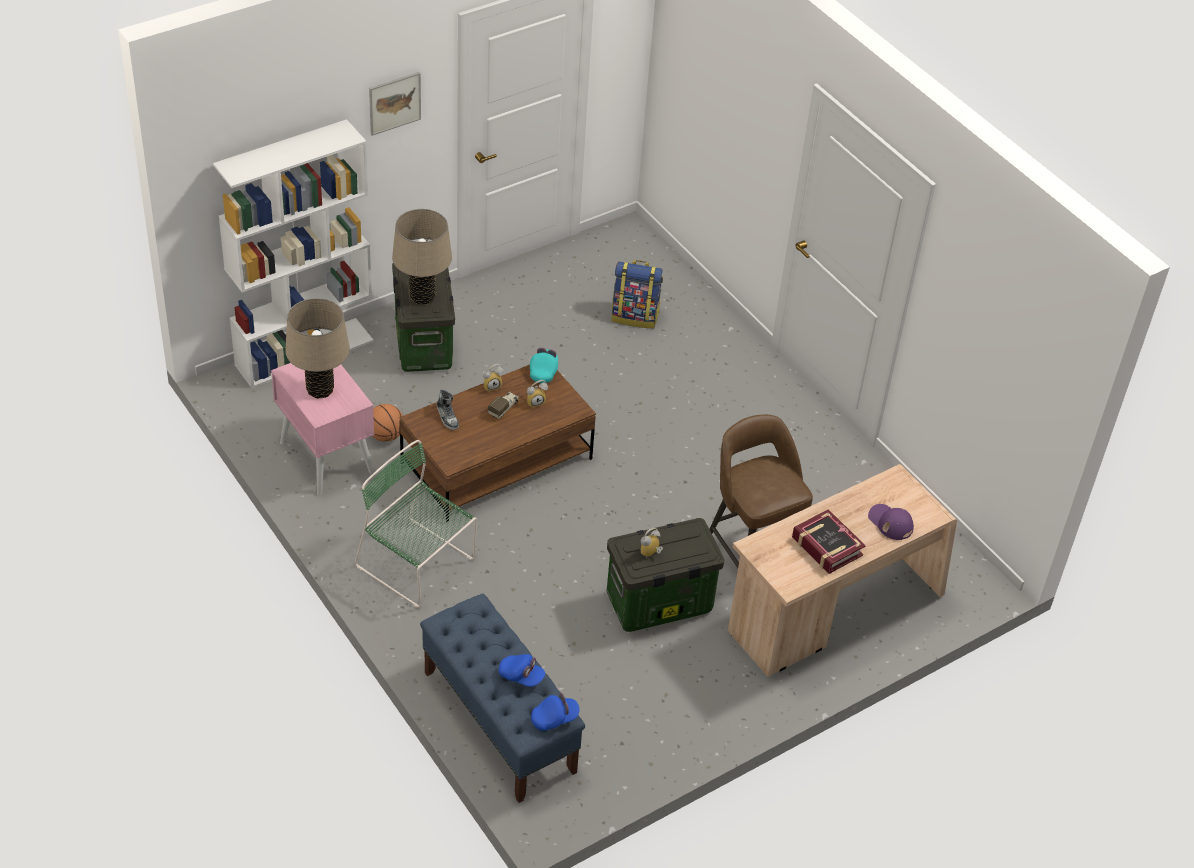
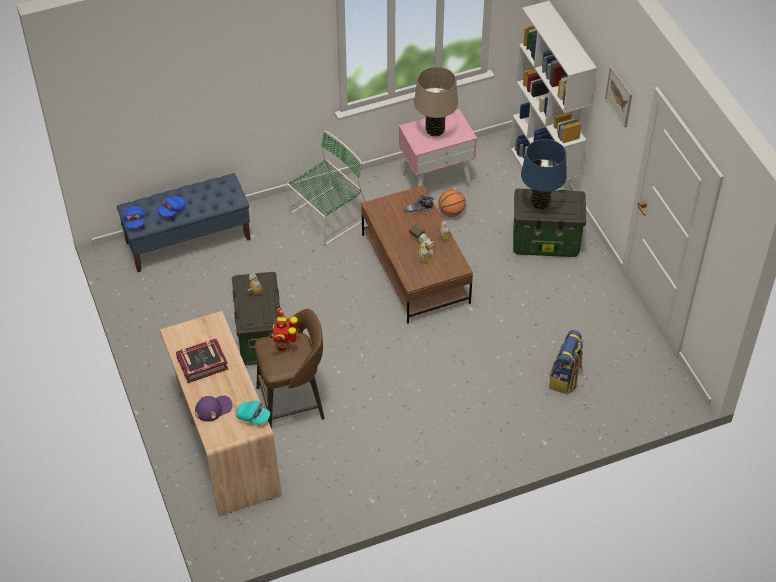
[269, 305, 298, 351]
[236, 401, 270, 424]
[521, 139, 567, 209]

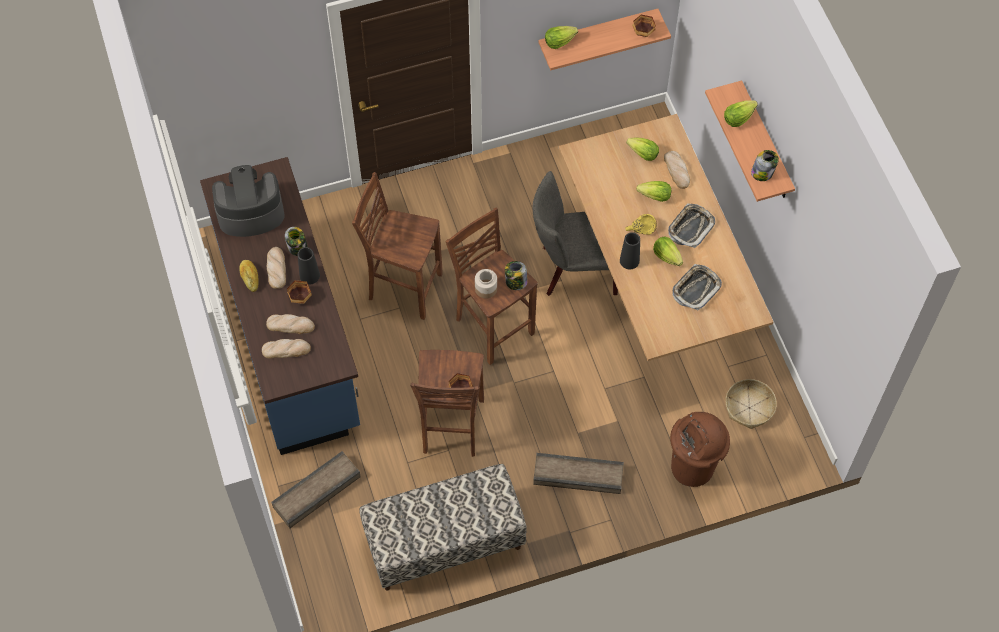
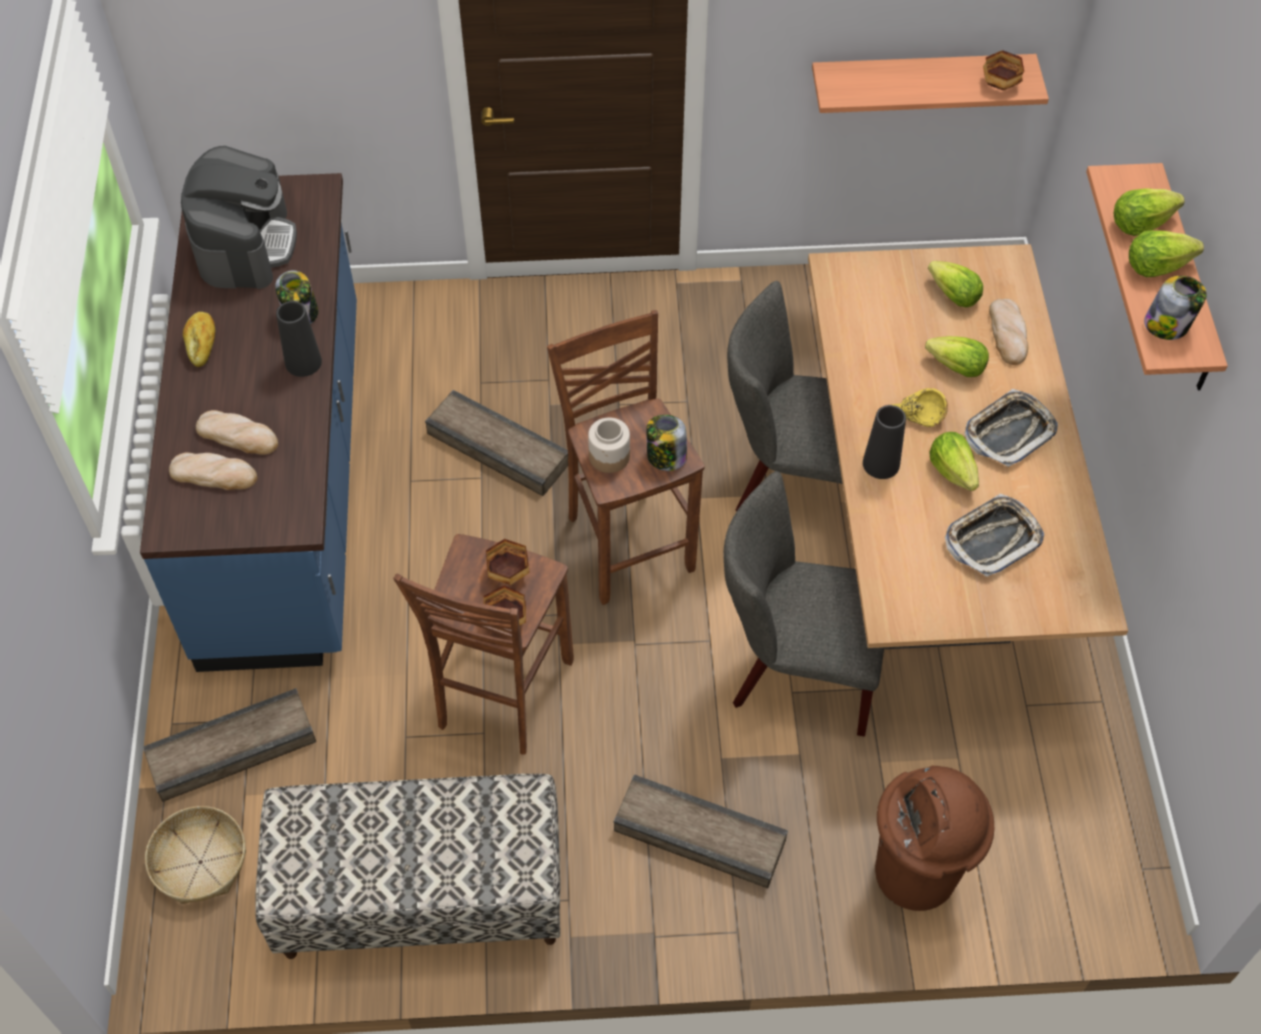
[267, 247, 286, 289] (first image)
[724, 471, 885, 737]
[486, 539, 530, 585]
[1129, 230, 1204, 277]
[145, 806, 246, 904]
[425, 390, 568, 496]
[181, 146, 297, 289]

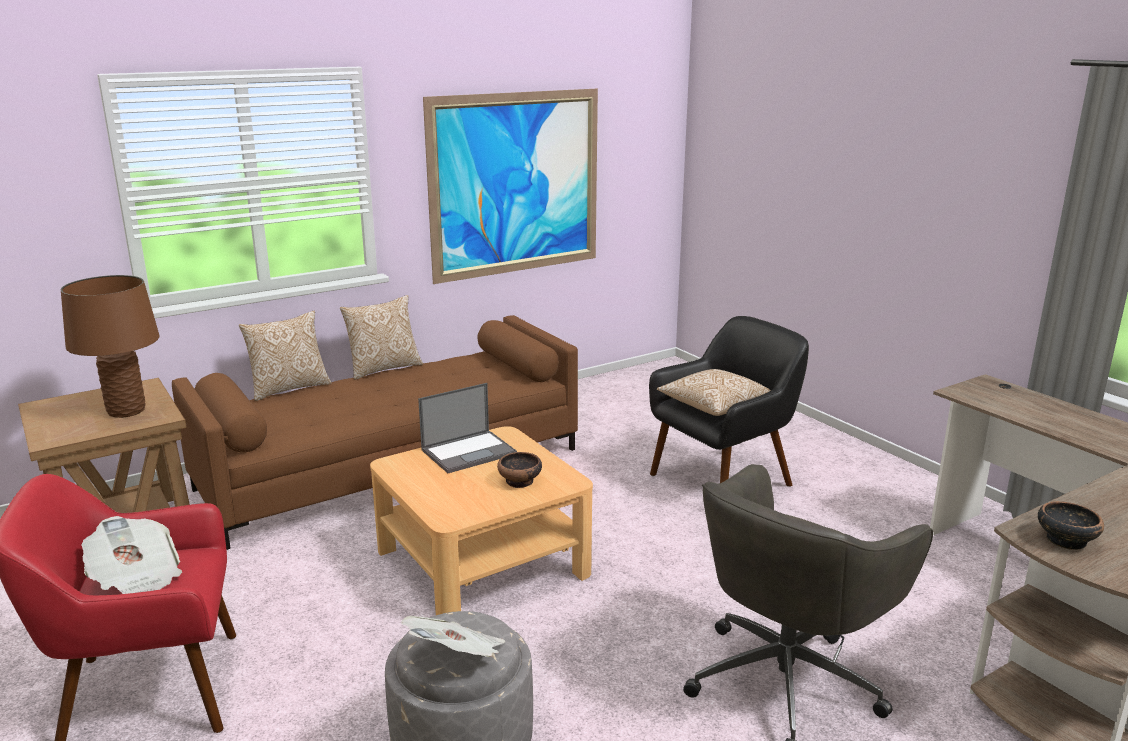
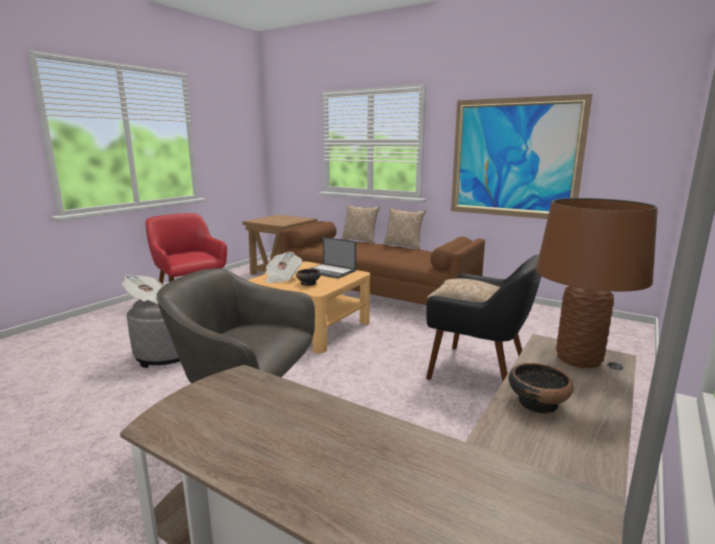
[536, 198, 658, 368]
[265, 252, 302, 283]
[509, 363, 574, 414]

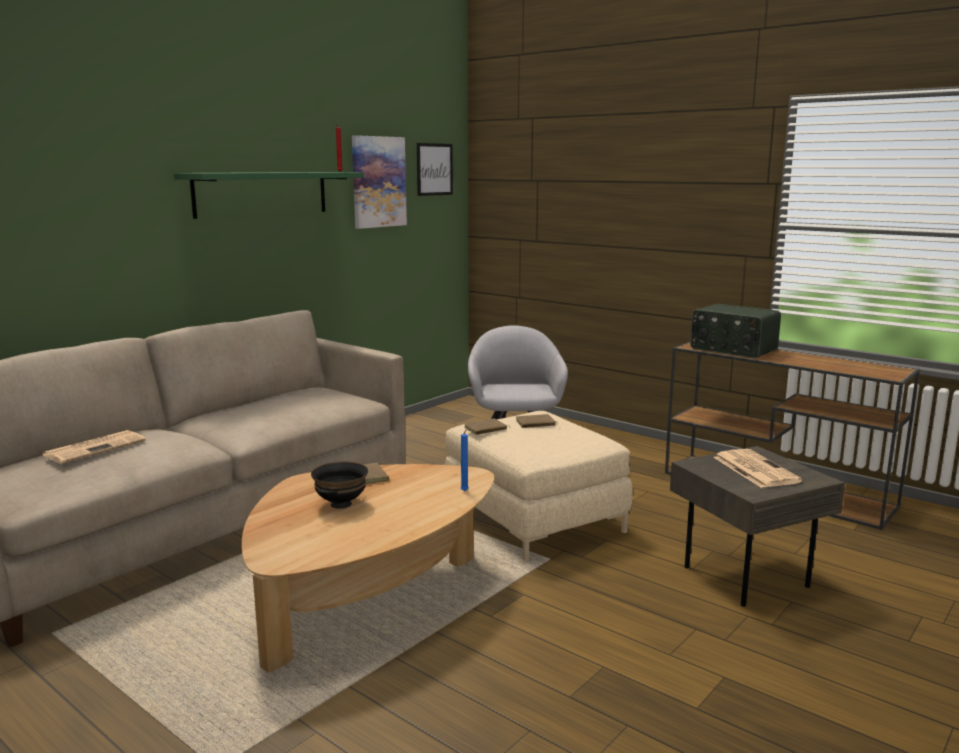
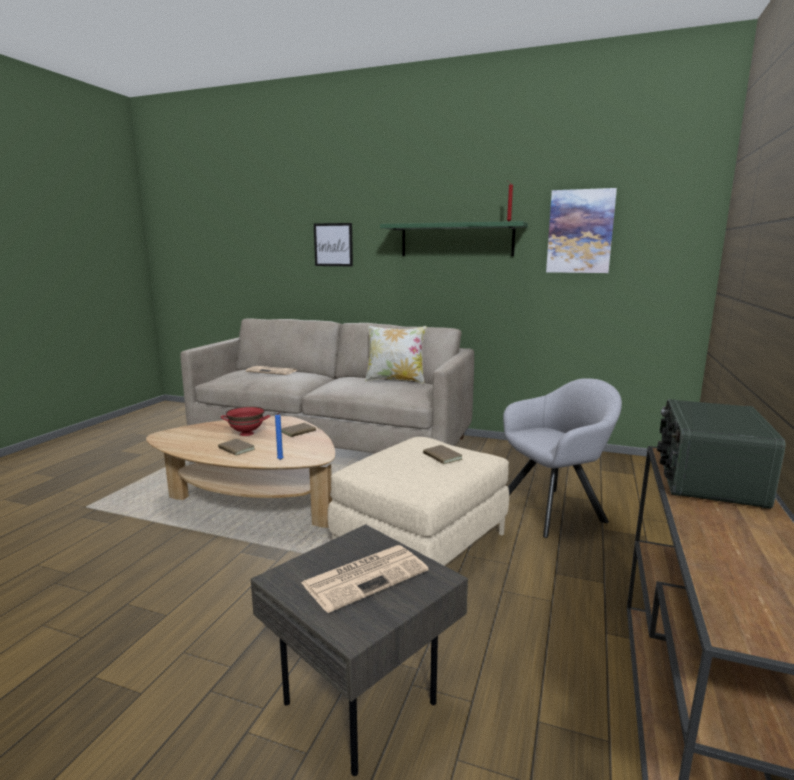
[365, 325, 426, 384]
[314, 223, 353, 266]
[218, 439, 255, 456]
[221, 406, 270, 436]

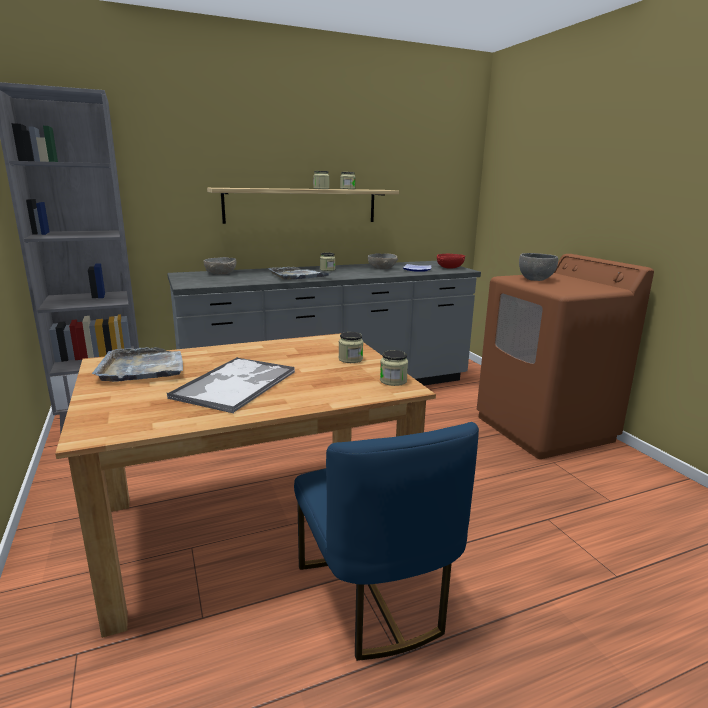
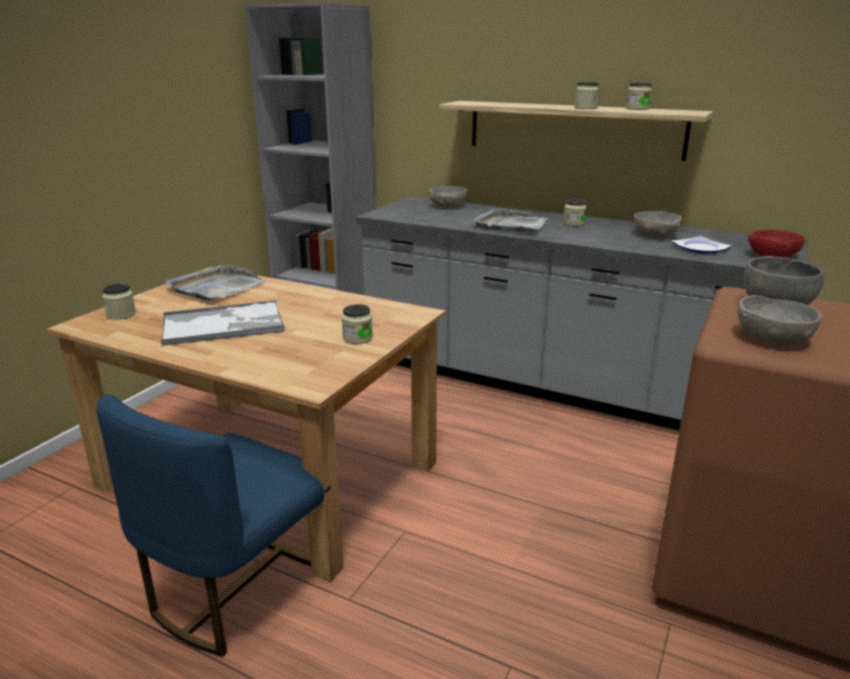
[737, 295, 822, 345]
[102, 283, 136, 319]

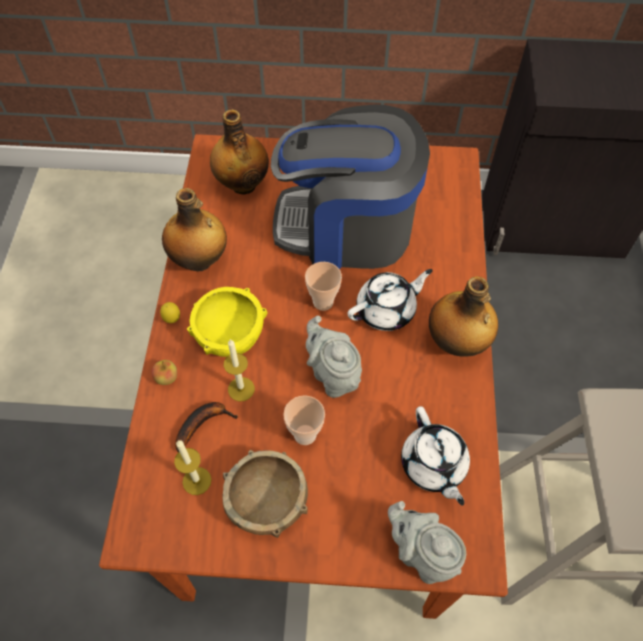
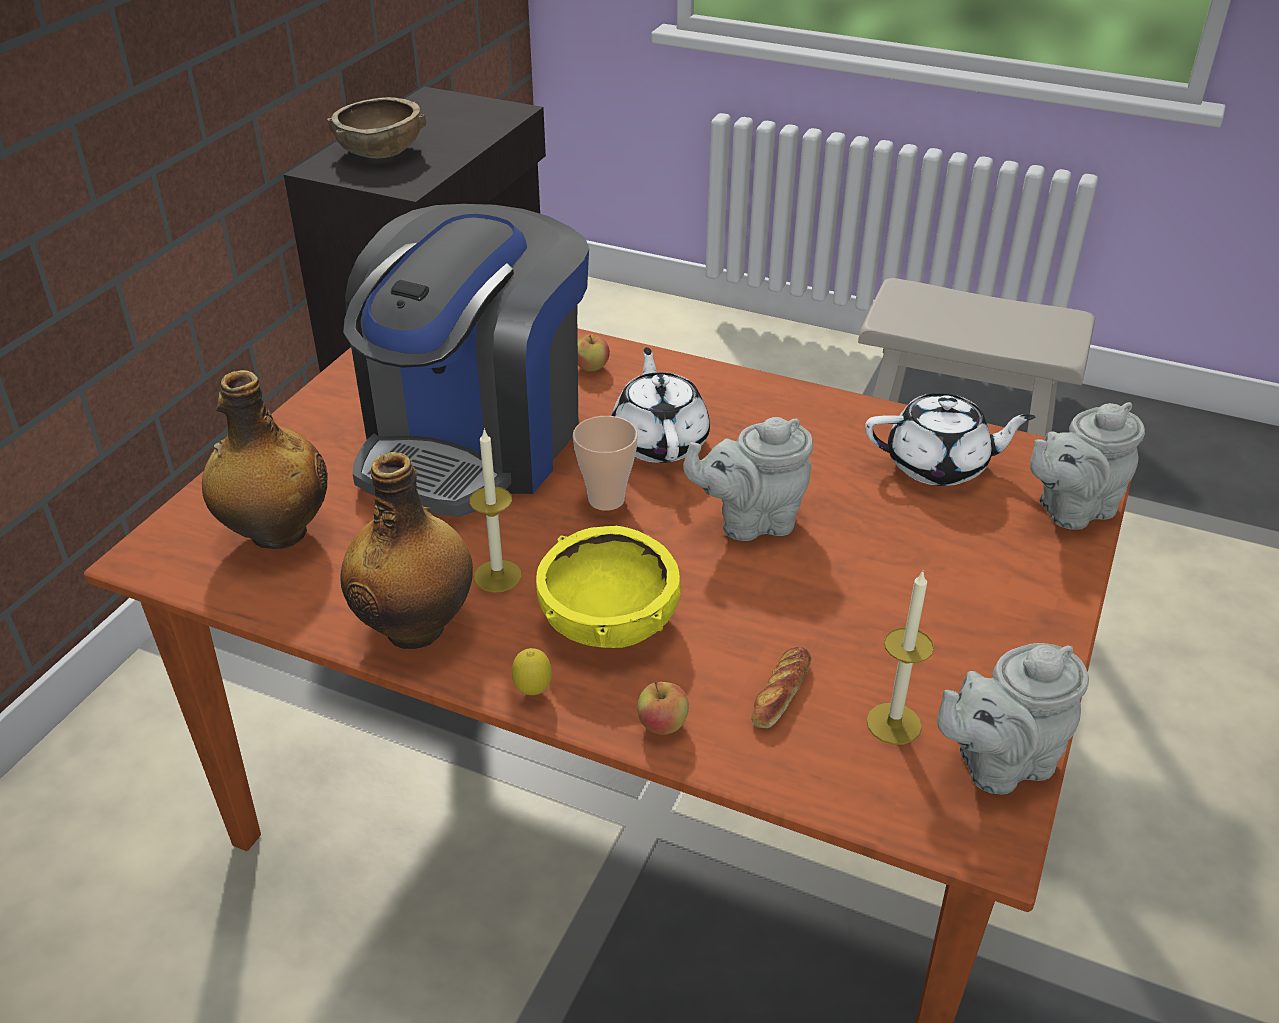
[283, 395, 325, 445] (first image)
[429, 276, 498, 357] (first image)
[578, 335, 610, 371]
[937, 643, 1089, 794]
[327, 97, 426, 158]
[470, 428, 522, 593]
[751, 647, 811, 728]

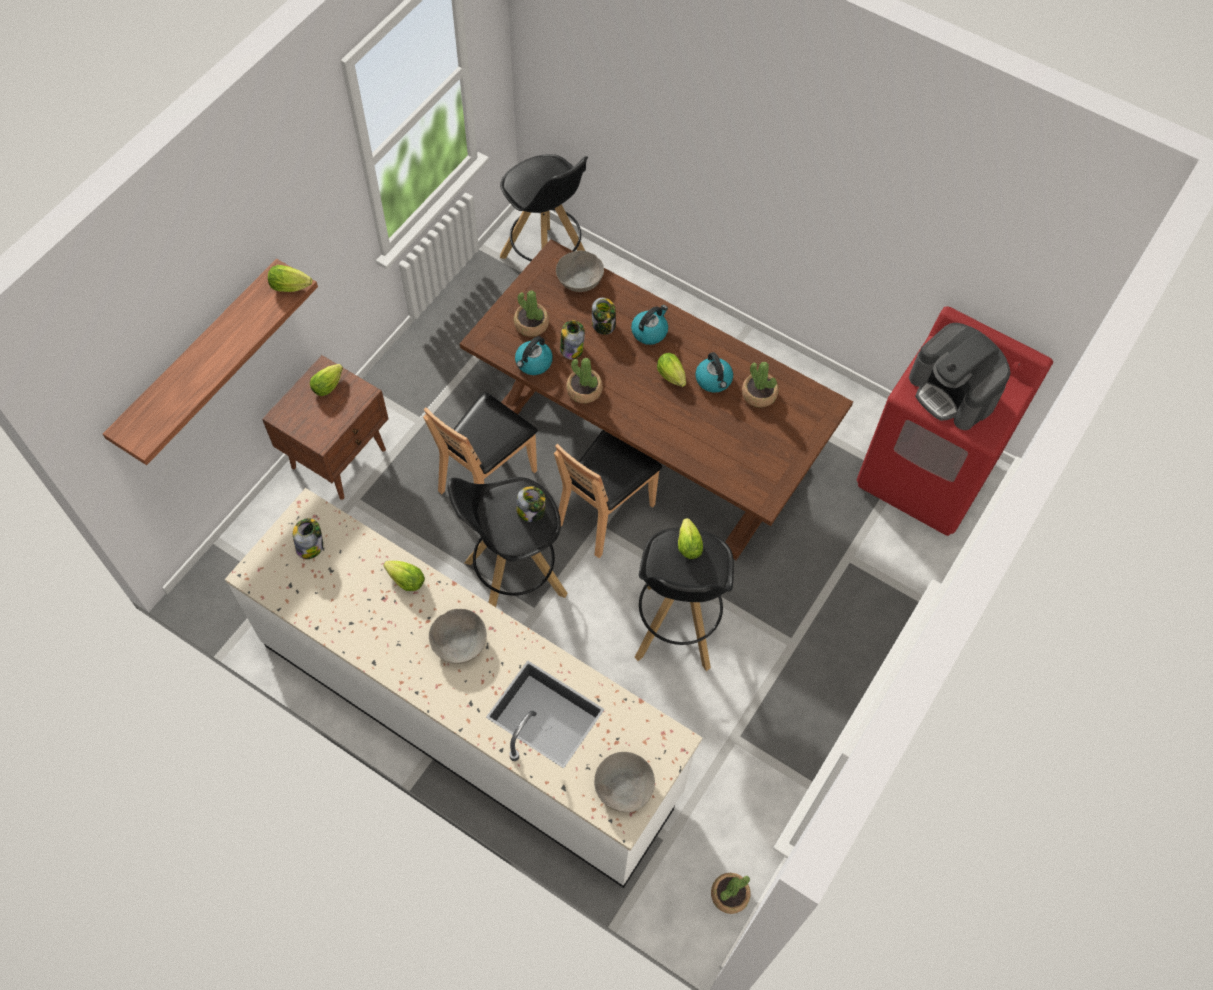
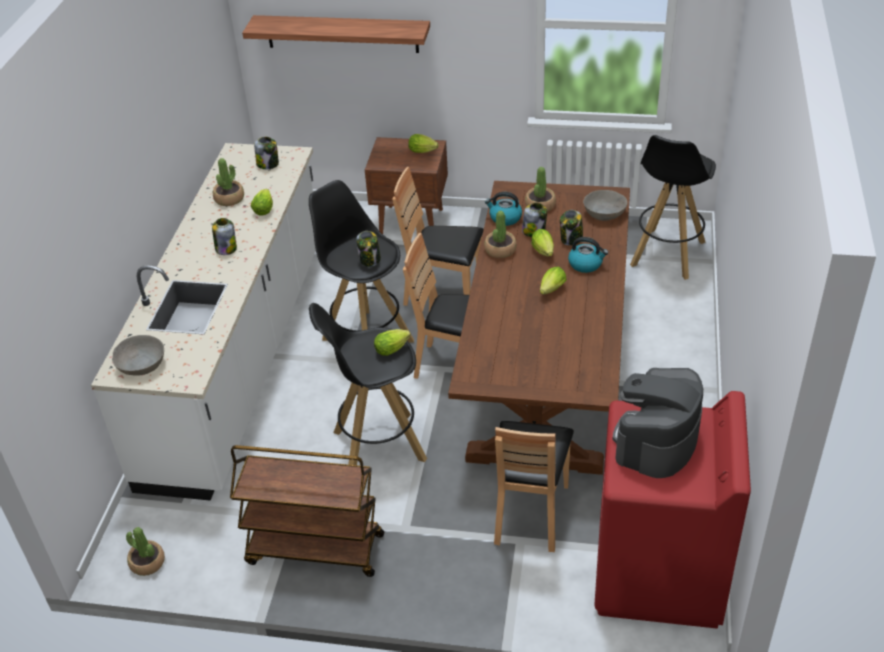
[696, 352, 733, 393] (first image)
[230, 445, 384, 577]
[494, 421, 574, 552]
[531, 229, 554, 257]
[213, 158, 244, 206]
[212, 218, 237, 255]

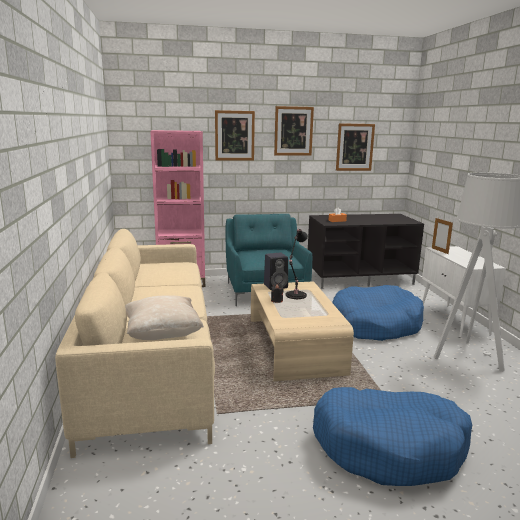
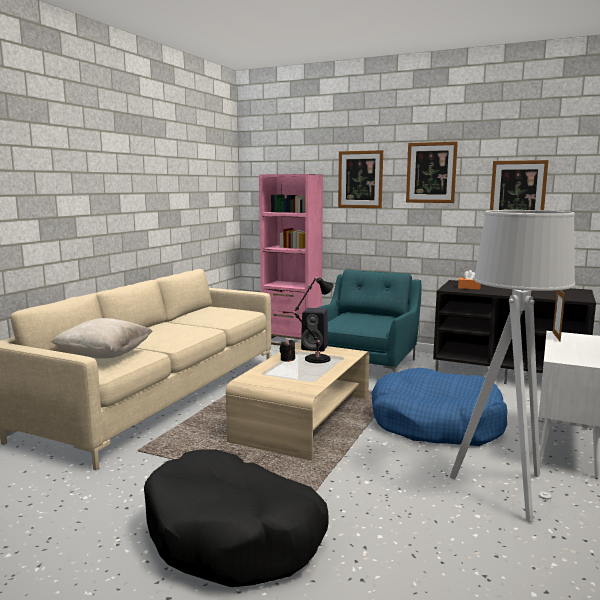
[144, 449, 329, 587]

